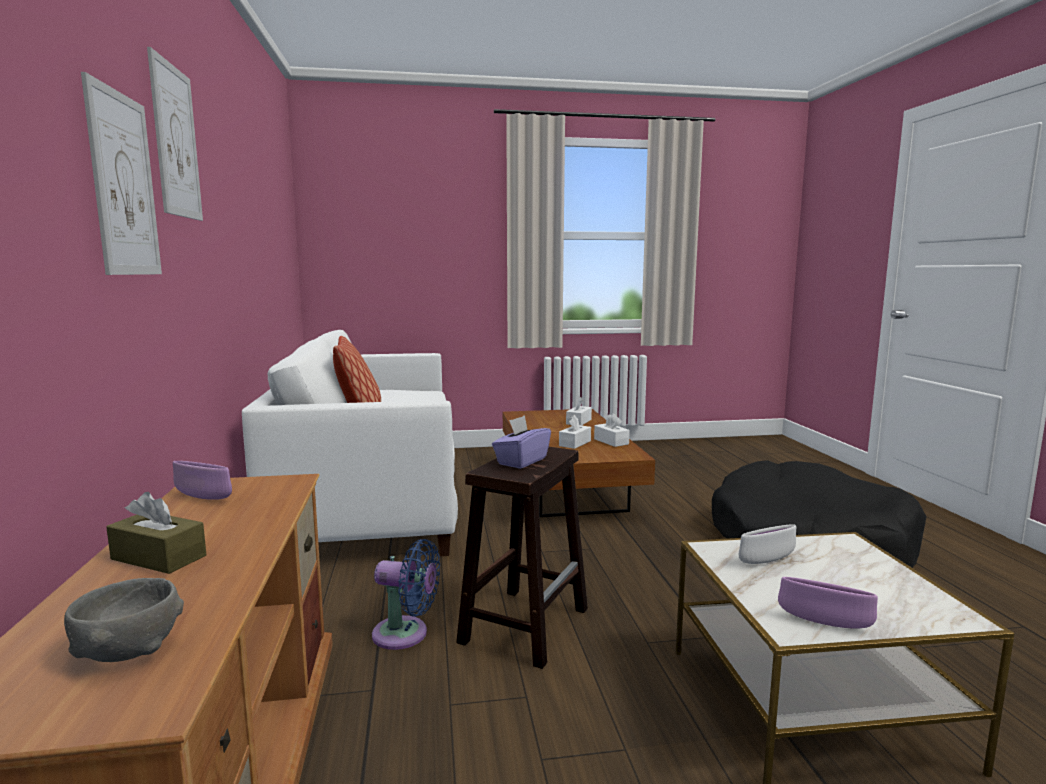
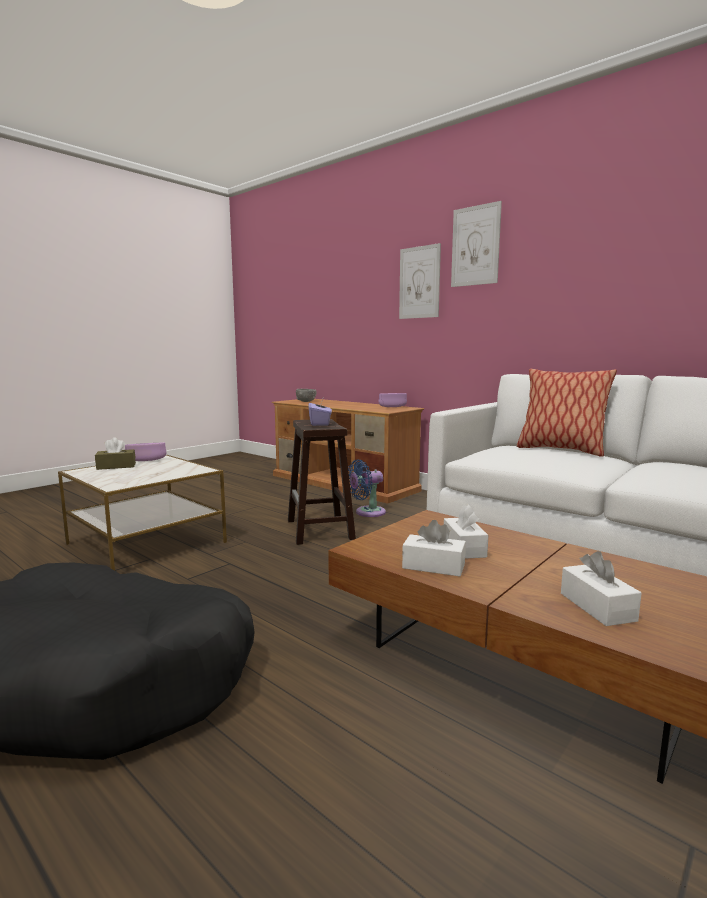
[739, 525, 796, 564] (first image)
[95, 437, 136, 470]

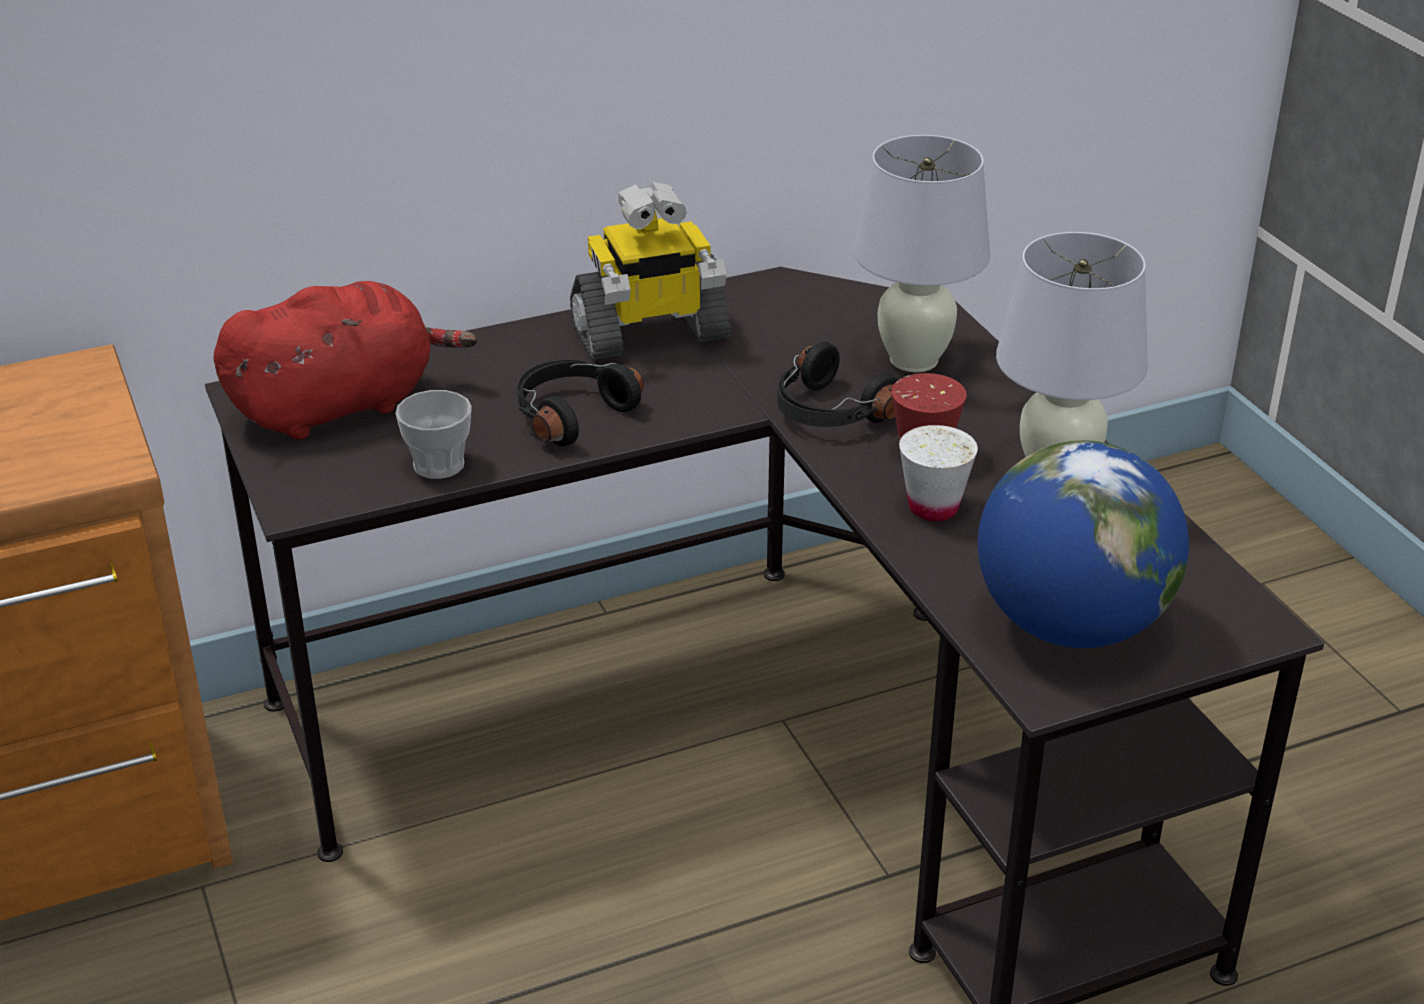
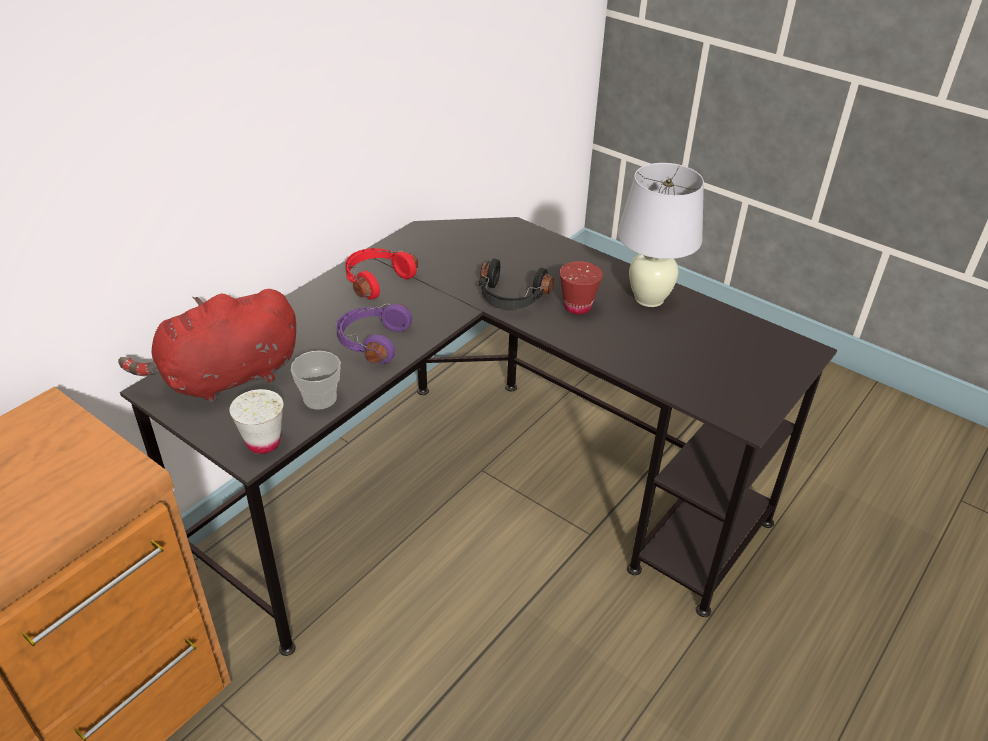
[853, 135, 990, 372] (first image)
[978, 440, 1189, 648] (first image)
[229, 389, 283, 454]
[345, 248, 418, 300]
[336, 304, 412, 364]
[118, 289, 296, 403]

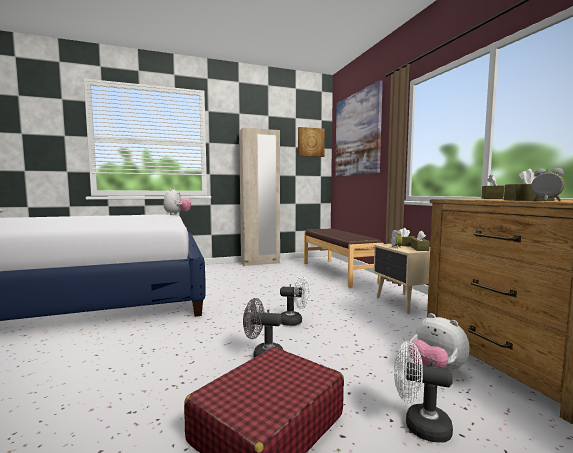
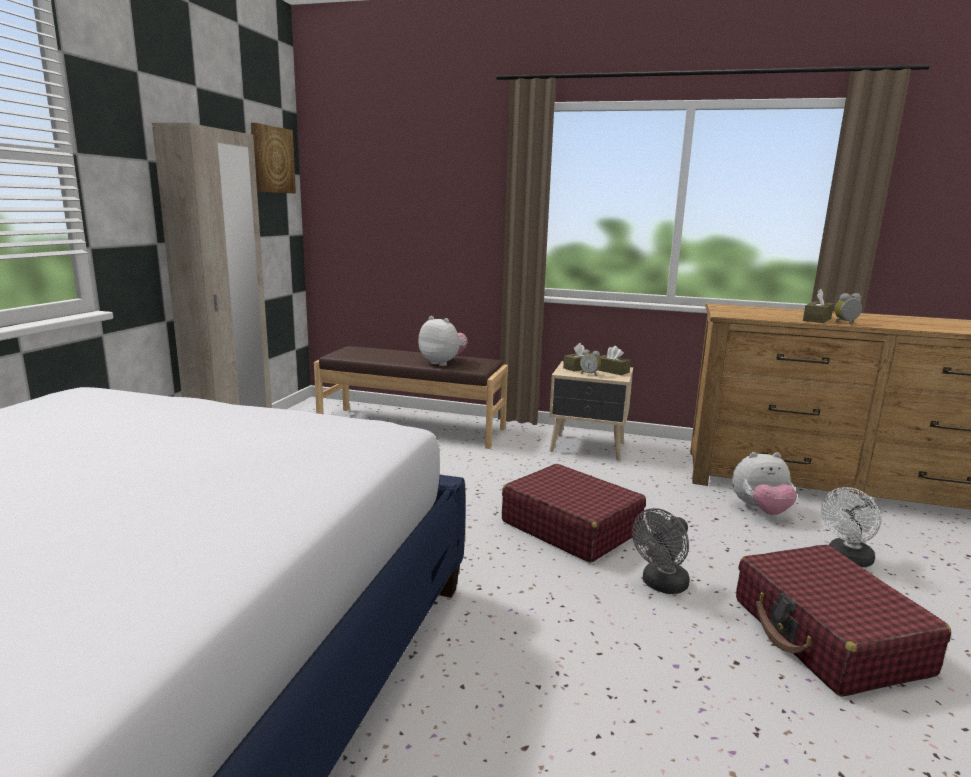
[335, 80, 383, 177] (first image)
[481, 174, 504, 199] (first image)
[418, 316, 468, 366]
[502, 464, 646, 562]

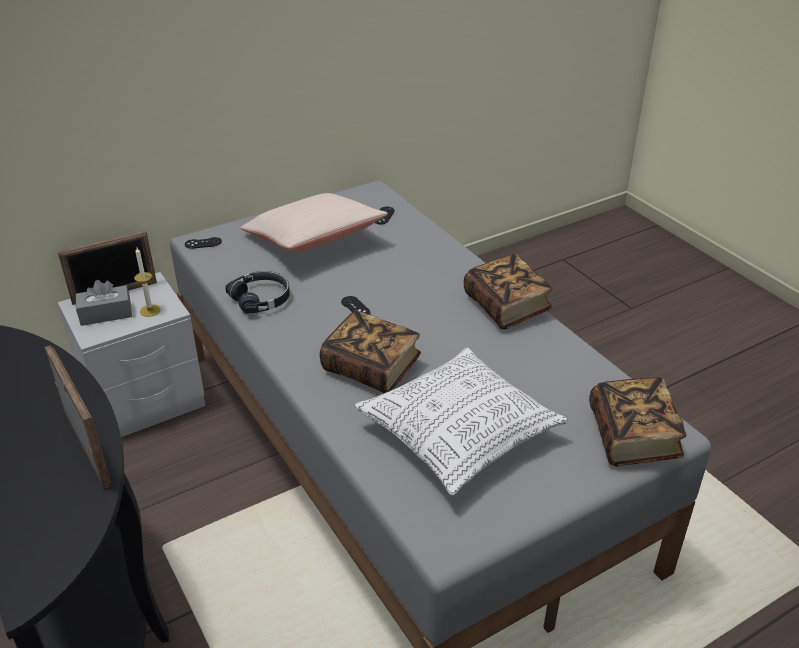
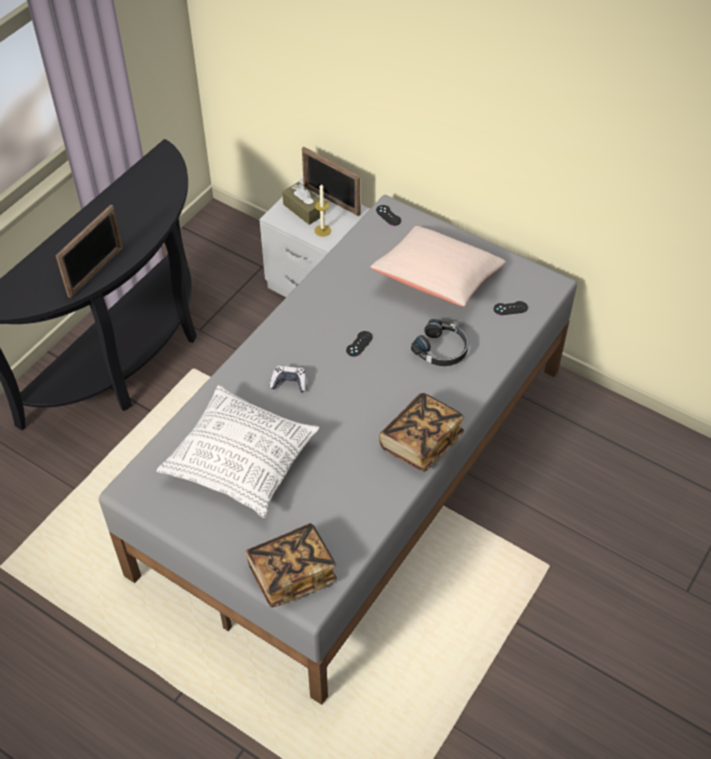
[411, 319, 468, 366]
[270, 366, 307, 392]
[282, 182, 325, 225]

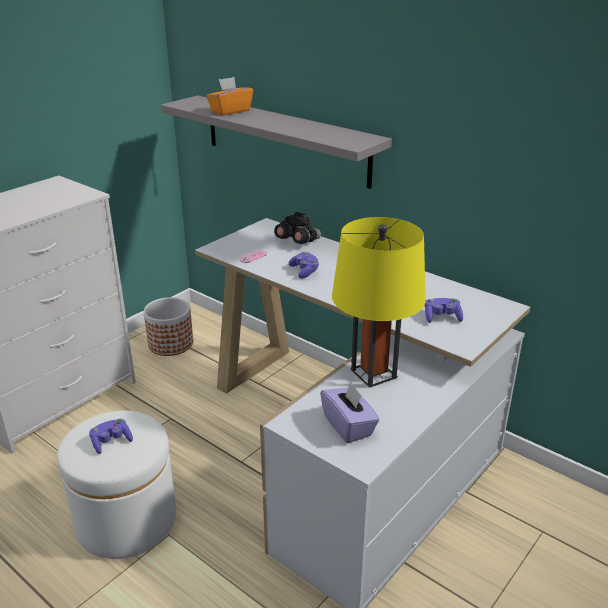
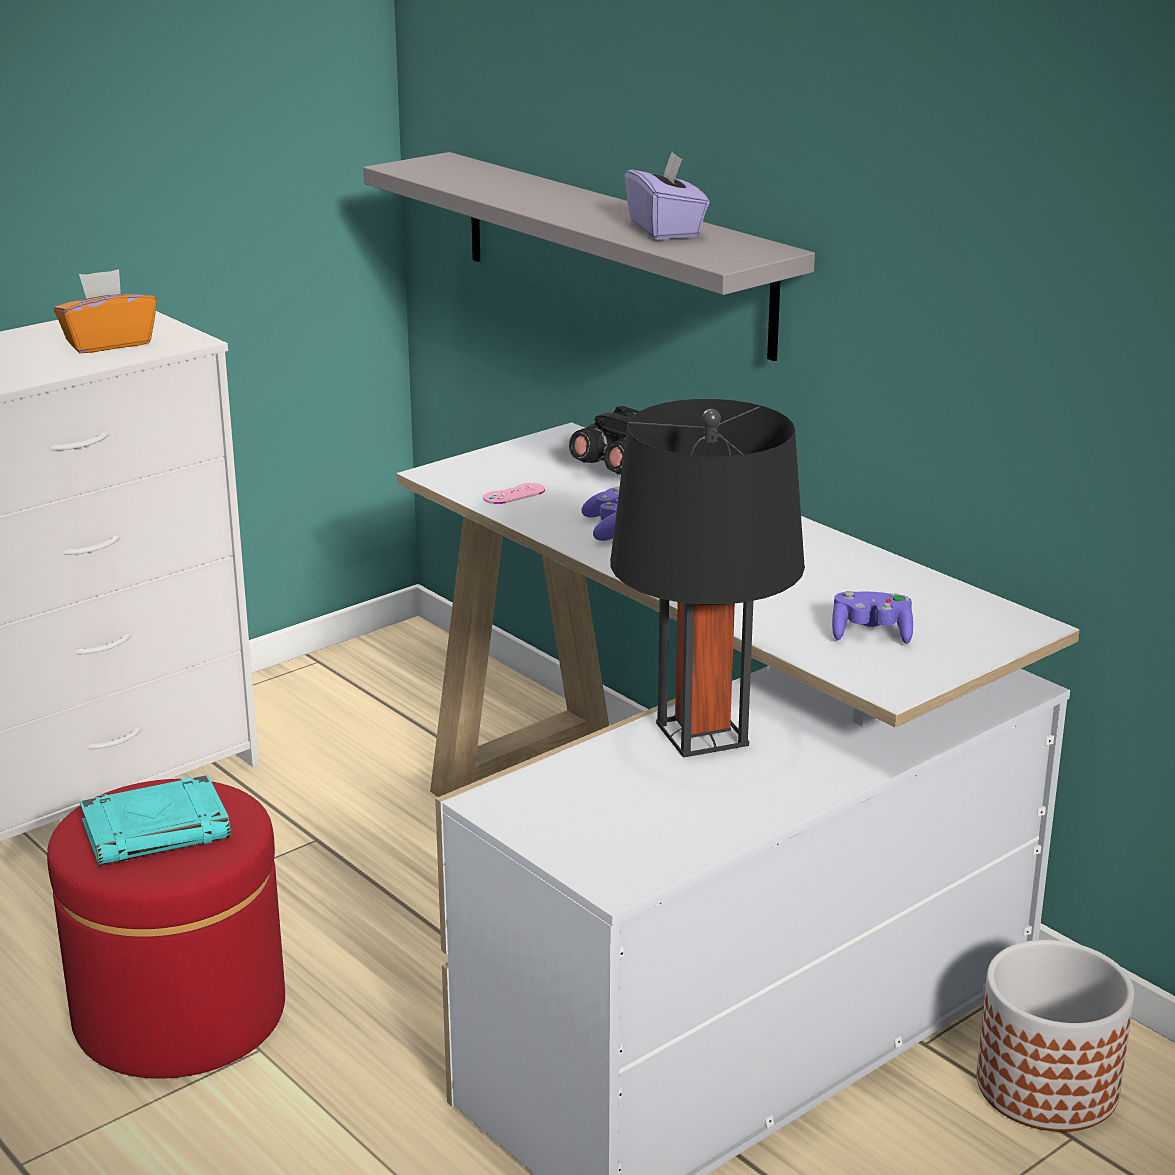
[977, 940, 1134, 1132]
[54, 269, 157, 353]
[624, 152, 709, 240]
[80, 775, 231, 866]
[47, 779, 285, 1079]
[610, 399, 805, 758]

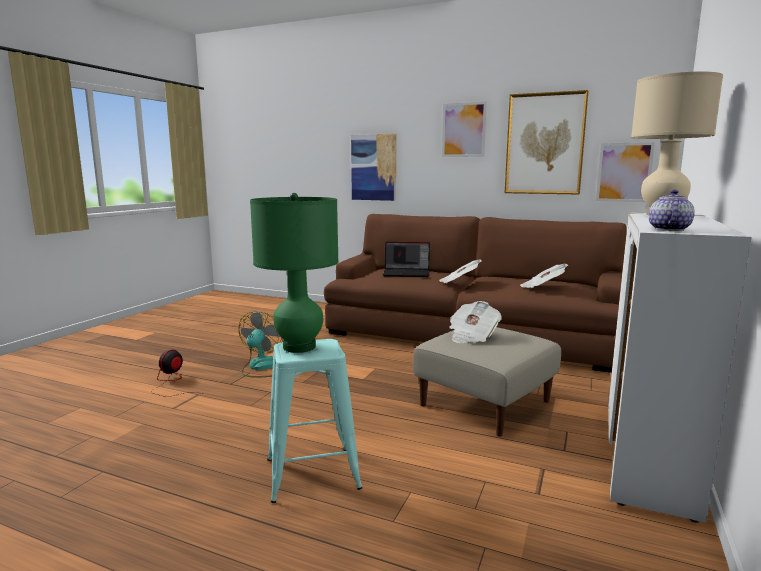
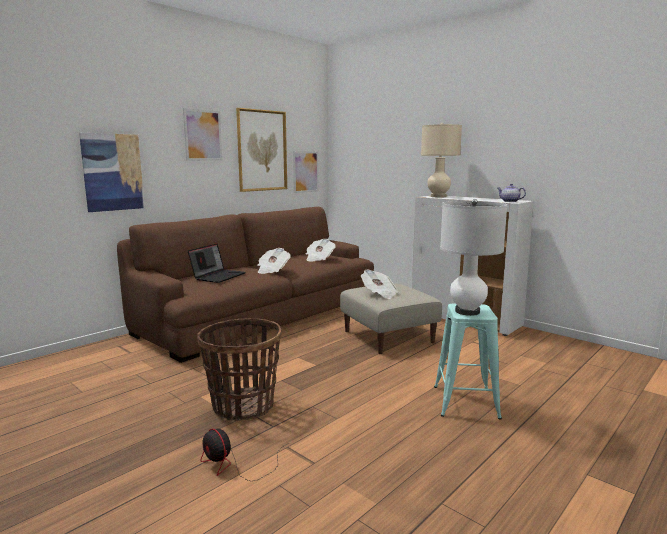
[197, 318, 281, 421]
[440, 199, 507, 316]

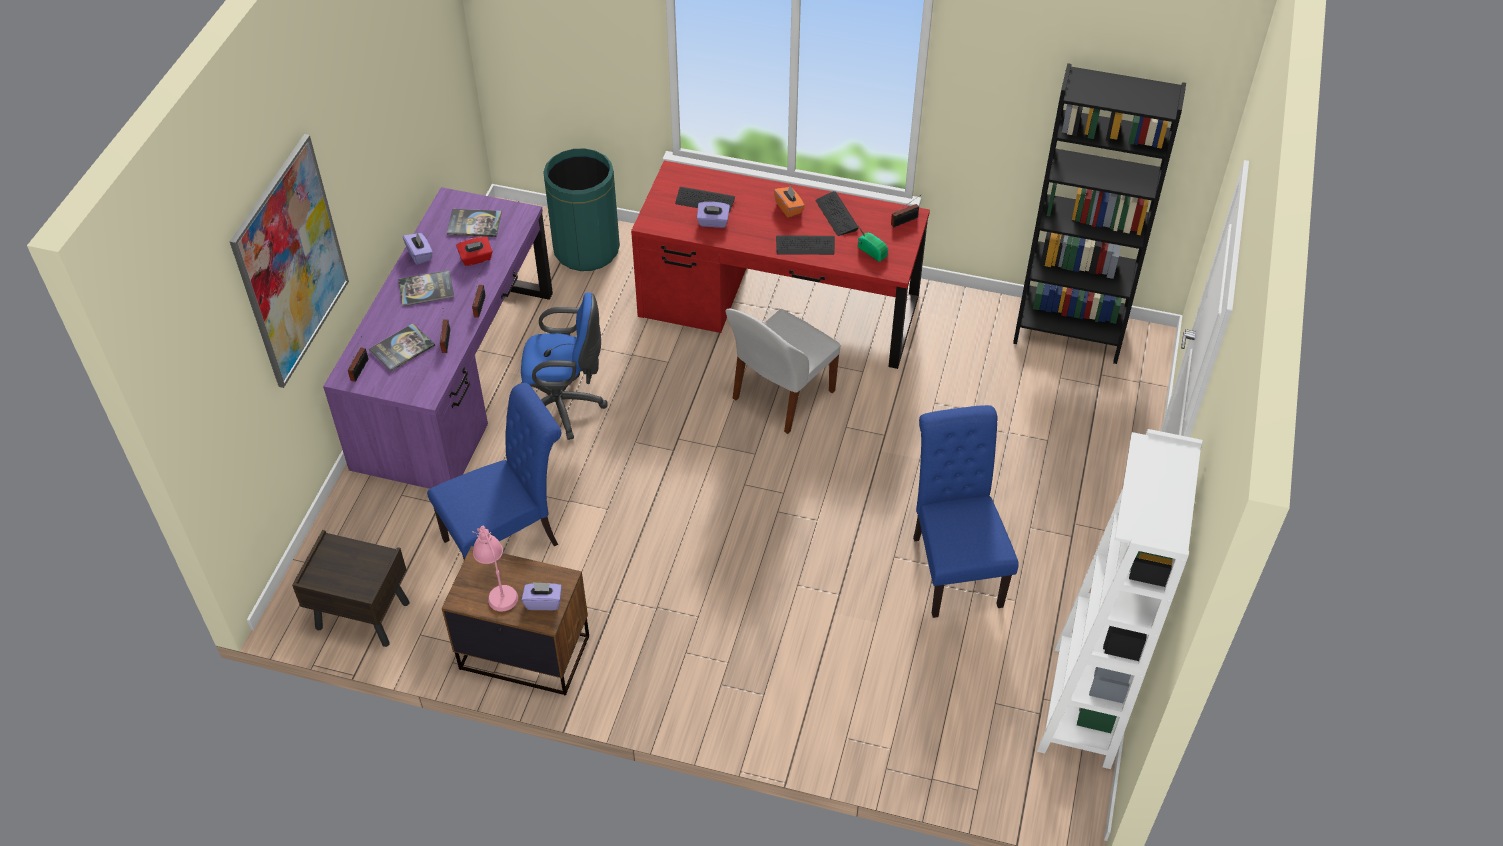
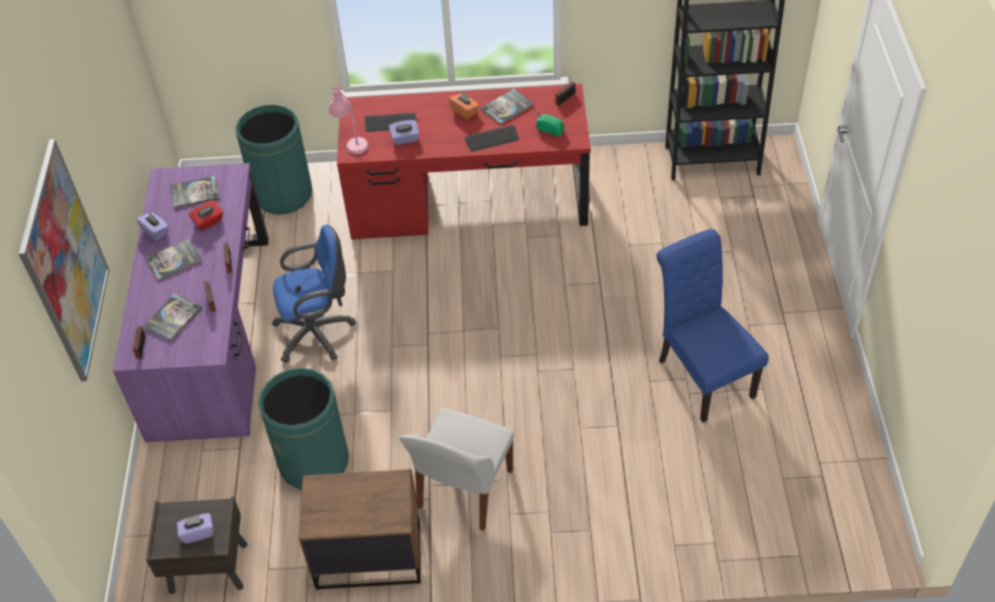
[1037, 429, 1202, 769] (first image)
[327, 85, 369, 155]
[177, 513, 213, 544]
[400, 408, 514, 531]
[258, 368, 349, 489]
[481, 88, 533, 125]

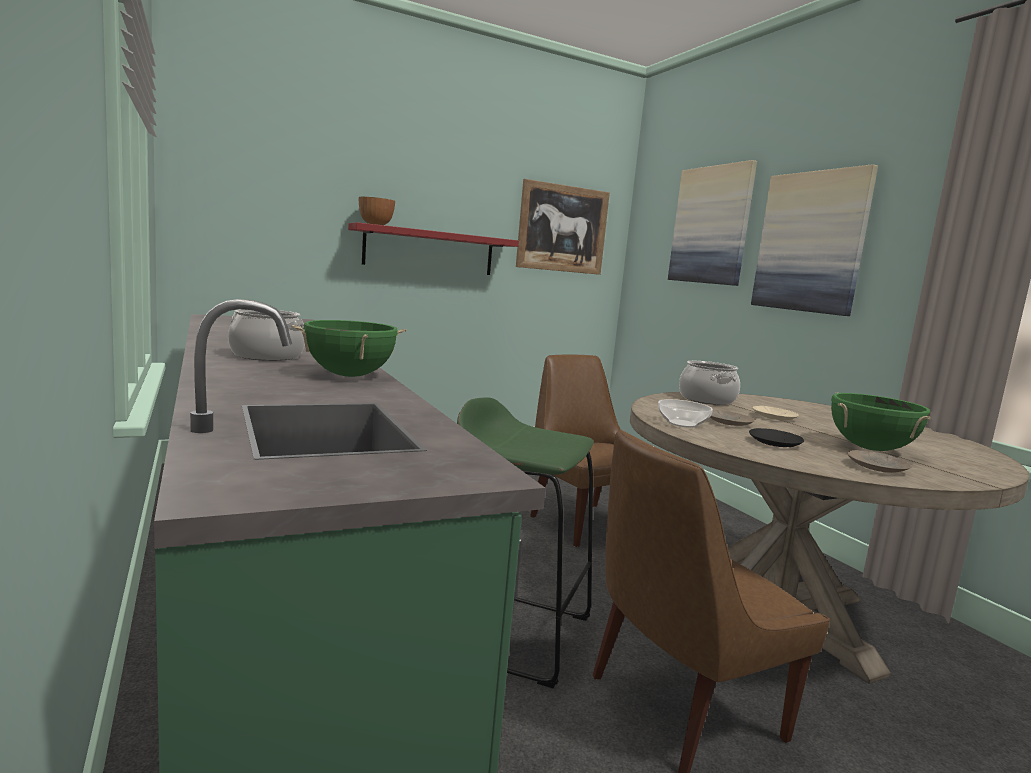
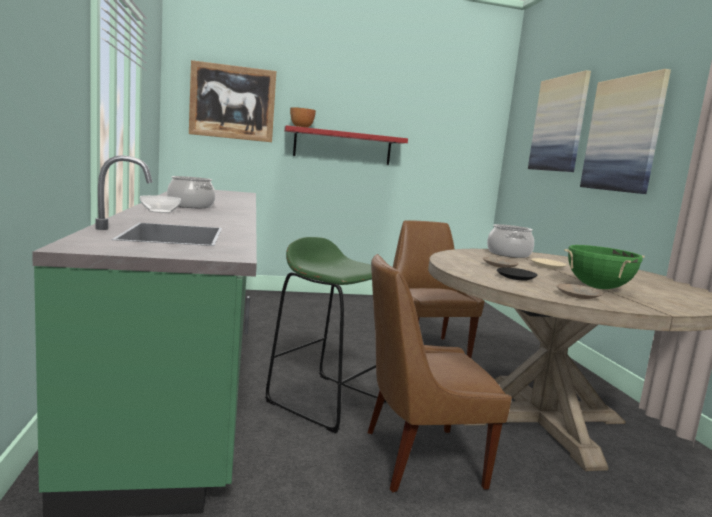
[292, 320, 407, 377] (first image)
[189, 60, 276, 142]
[140, 195, 181, 213]

